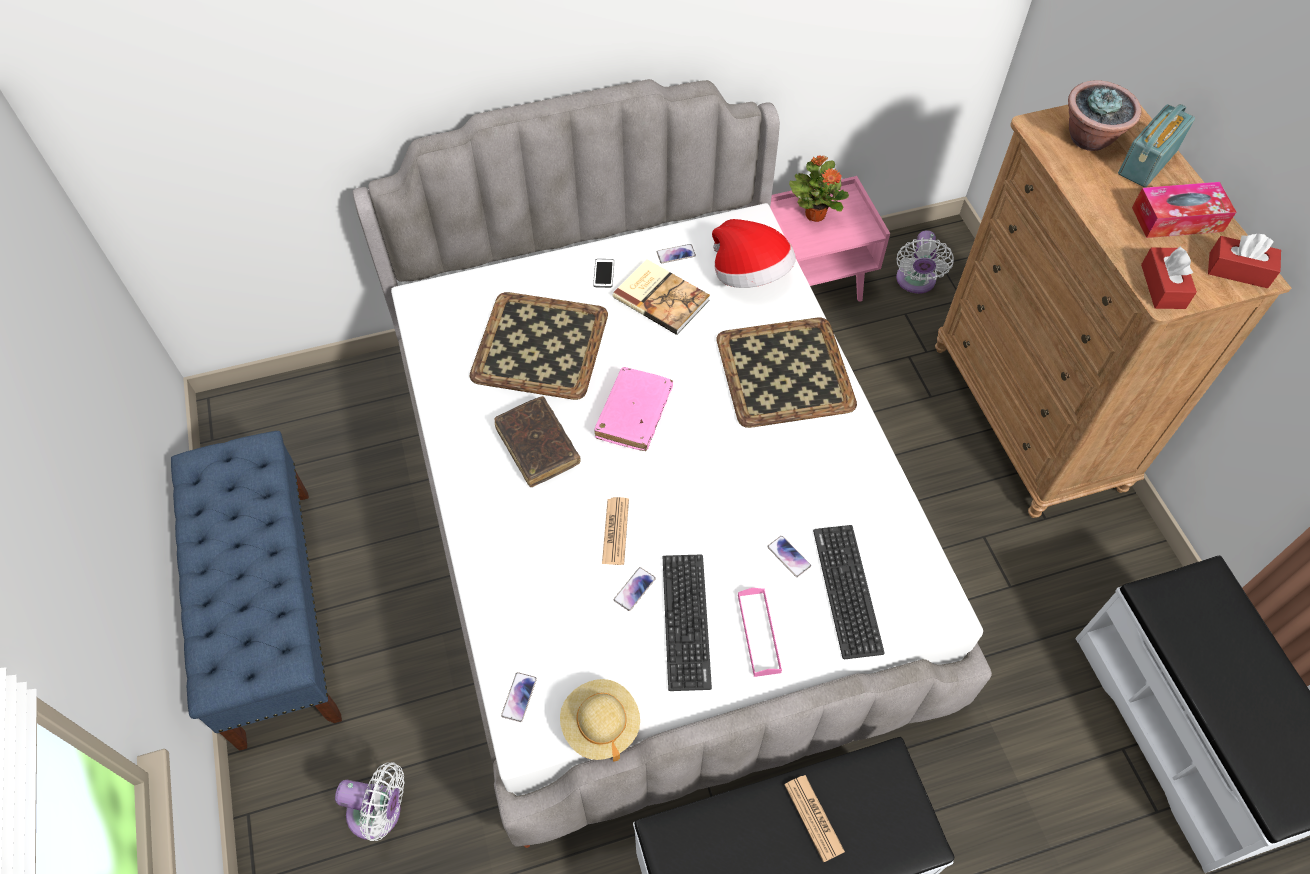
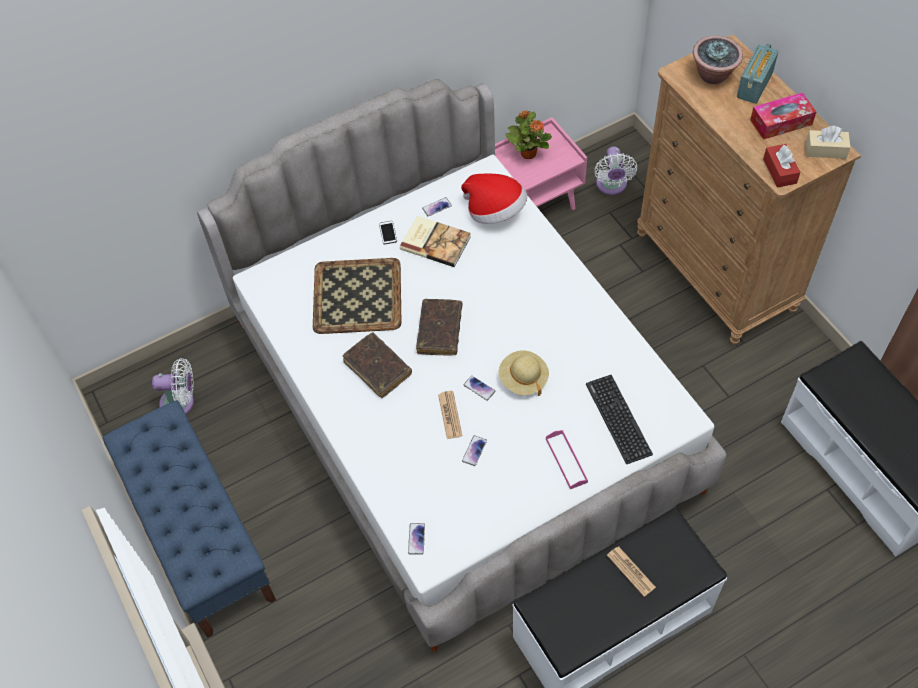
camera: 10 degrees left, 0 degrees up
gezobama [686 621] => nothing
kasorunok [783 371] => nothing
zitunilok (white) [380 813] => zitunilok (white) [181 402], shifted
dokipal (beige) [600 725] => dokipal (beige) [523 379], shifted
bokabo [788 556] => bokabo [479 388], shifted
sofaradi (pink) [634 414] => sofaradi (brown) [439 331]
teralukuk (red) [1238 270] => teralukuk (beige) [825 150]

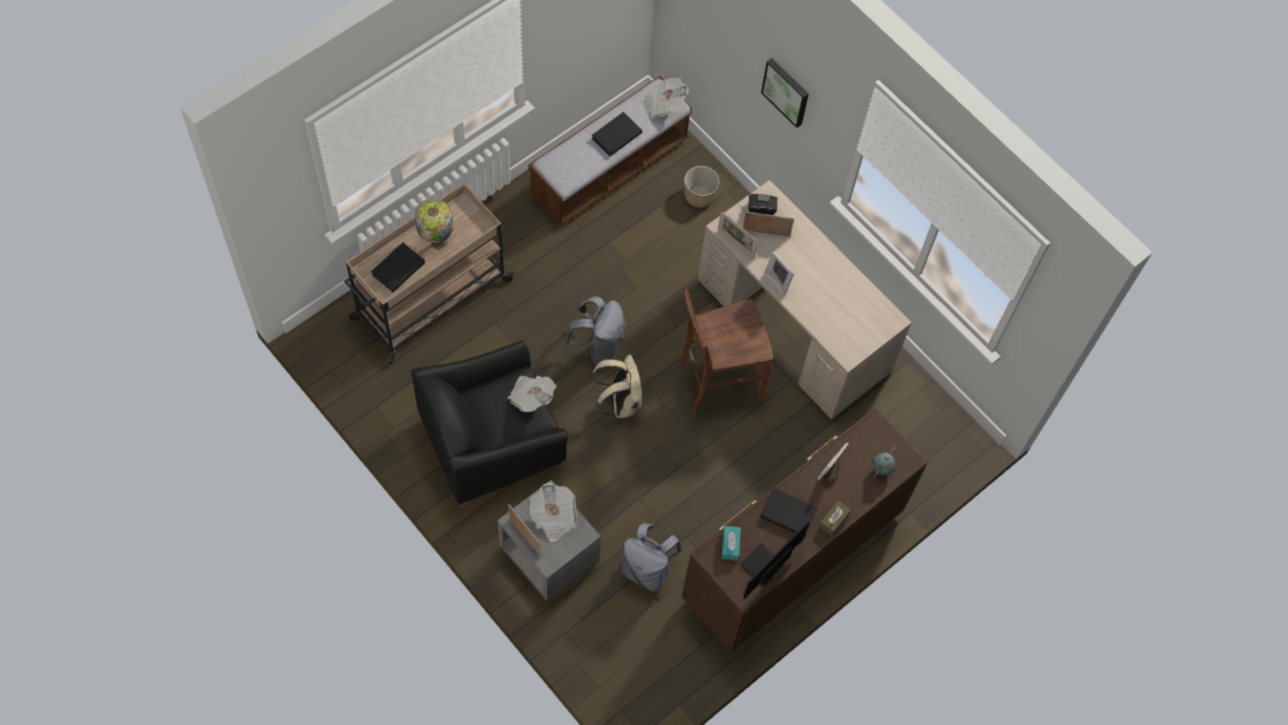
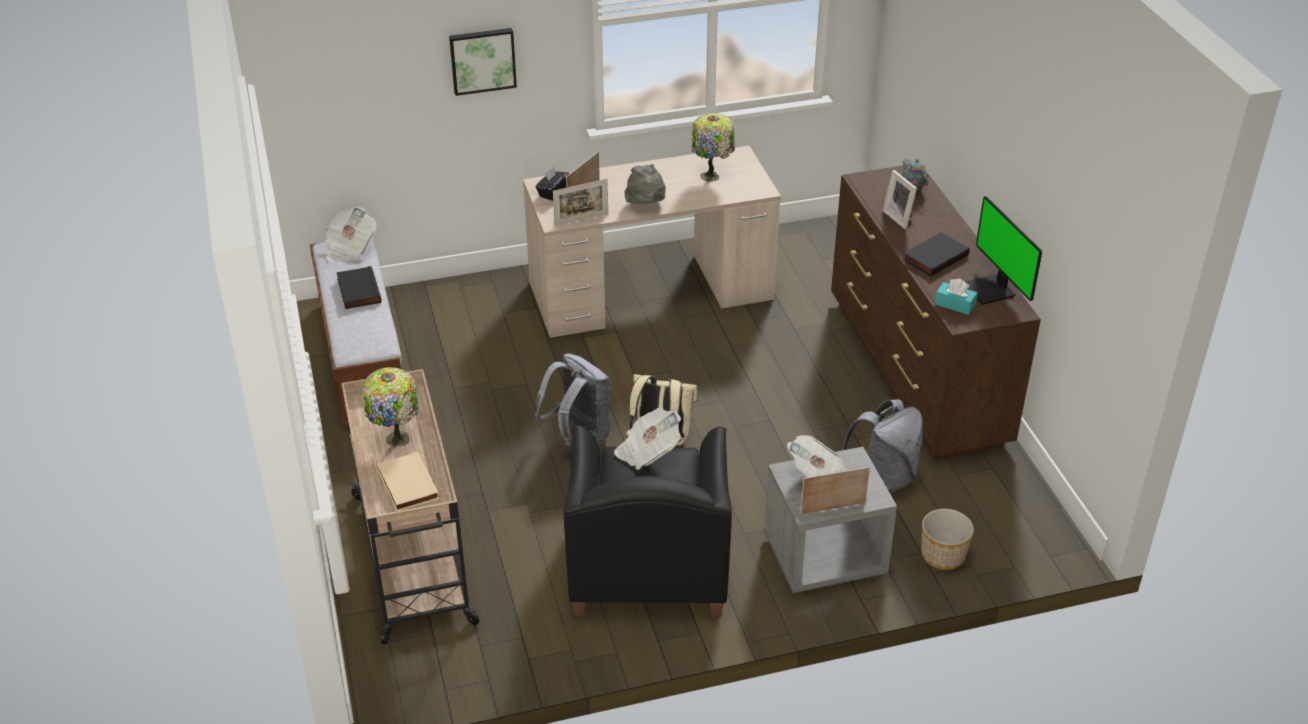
camera: 60 degrees left, 25 degrees down
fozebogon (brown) [717 379] => nothing
teralukuk (brown) [833 520] => nothing
nothing => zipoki [711 177]
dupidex [700 195] => dupidex [942 555], shifted
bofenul [779 281] => dokipal (grey) [646 206]
sofaradi (black) [397 268] => sofaradi (beige) [406 485]

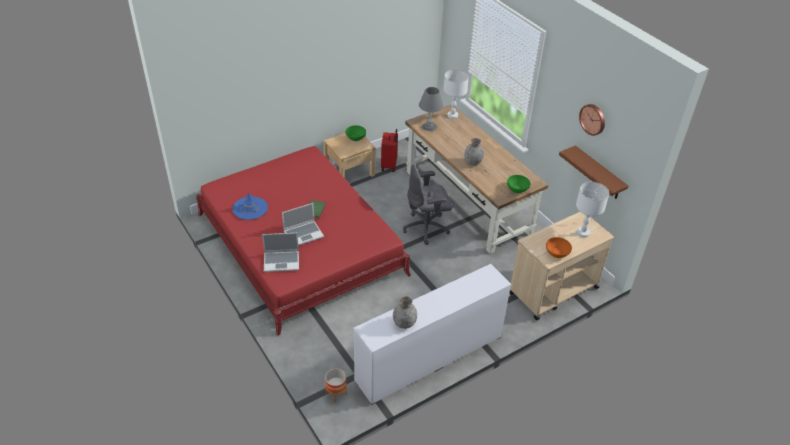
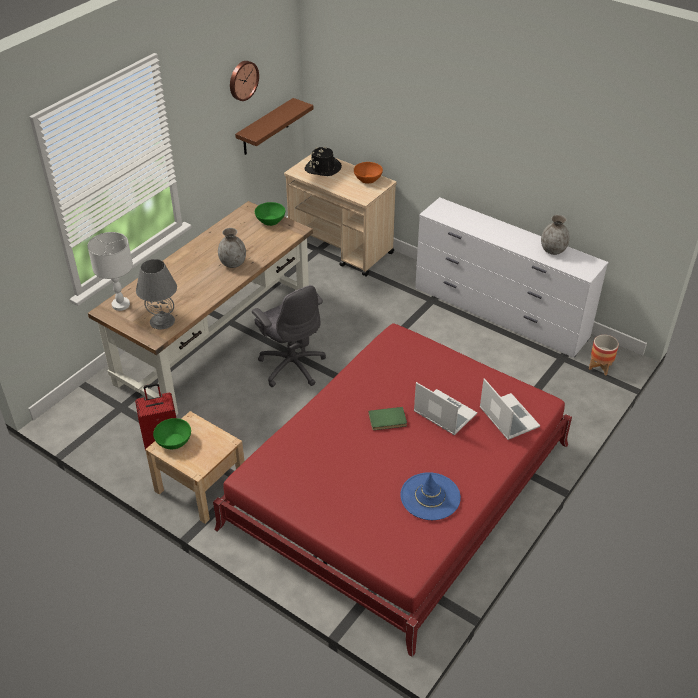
camera: 110 degrees left, 0 degrees up
zipoki (white) [582 232] => dokipal (black) [323 168]

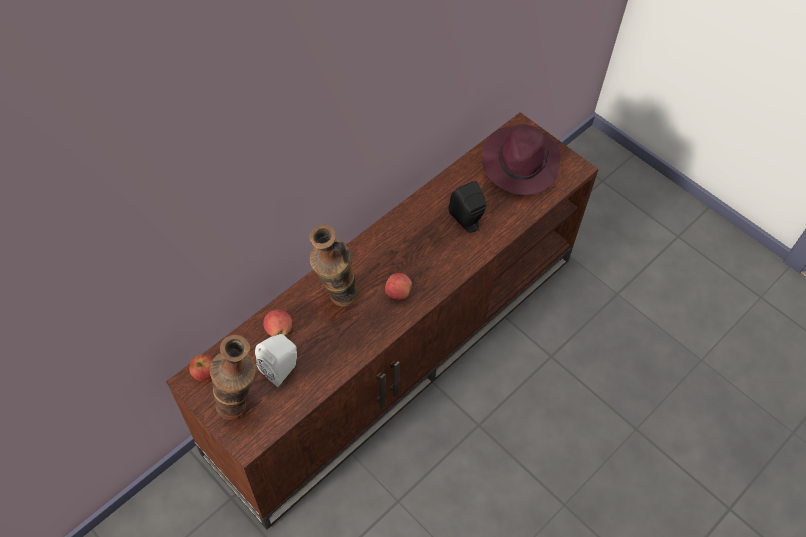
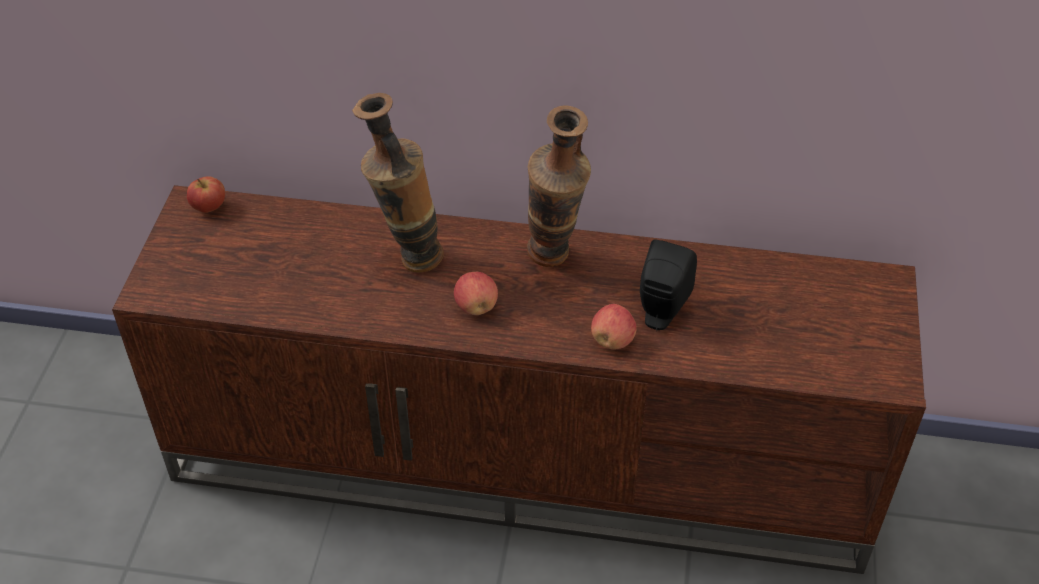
camera: 55 degrees right, 10 degrees down
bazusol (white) [282 369] => nothing
dokipal (purple) [520 163] => nothing
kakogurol [241 409] => kakogurol [553 263], shifted
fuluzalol [279 329] => fuluzalol [612 340], shifted

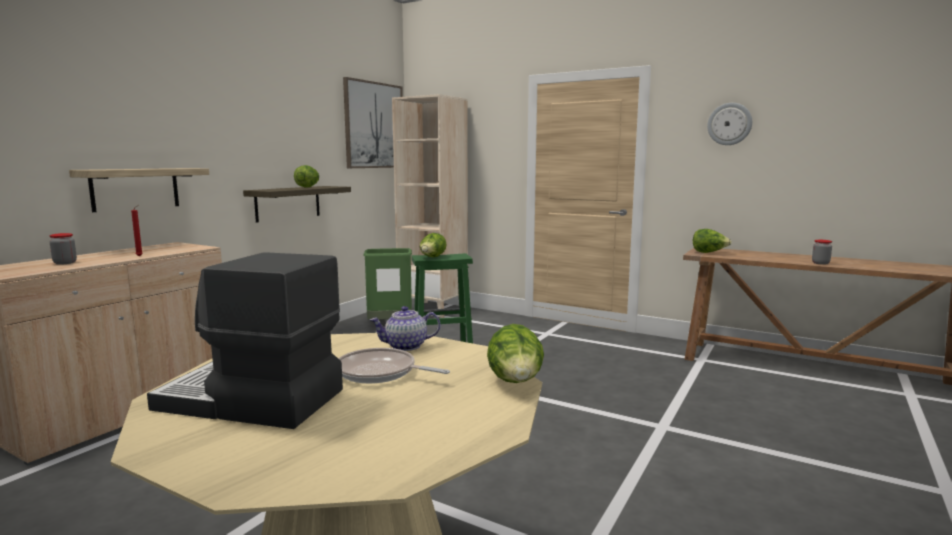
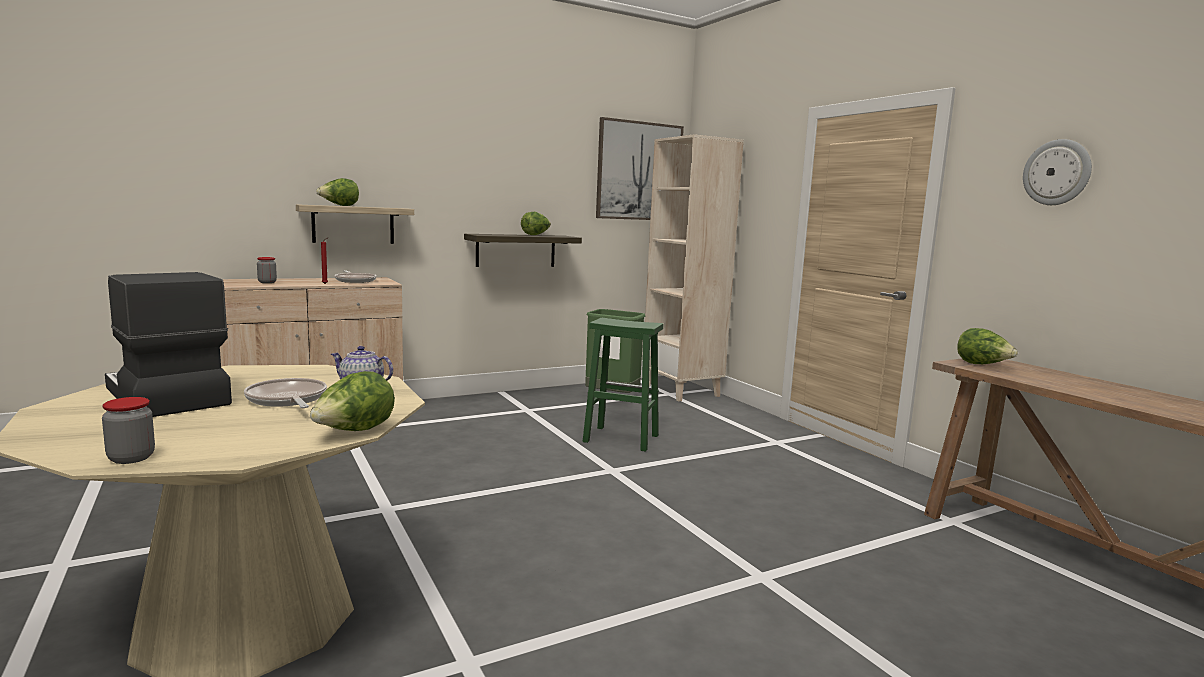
camera: 30 degrees right, 0 degrees up
nothing => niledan [355 280]
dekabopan [432 257] => dekabopan [339 205], shifted
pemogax [820 263] => pemogax [131 458], shifted

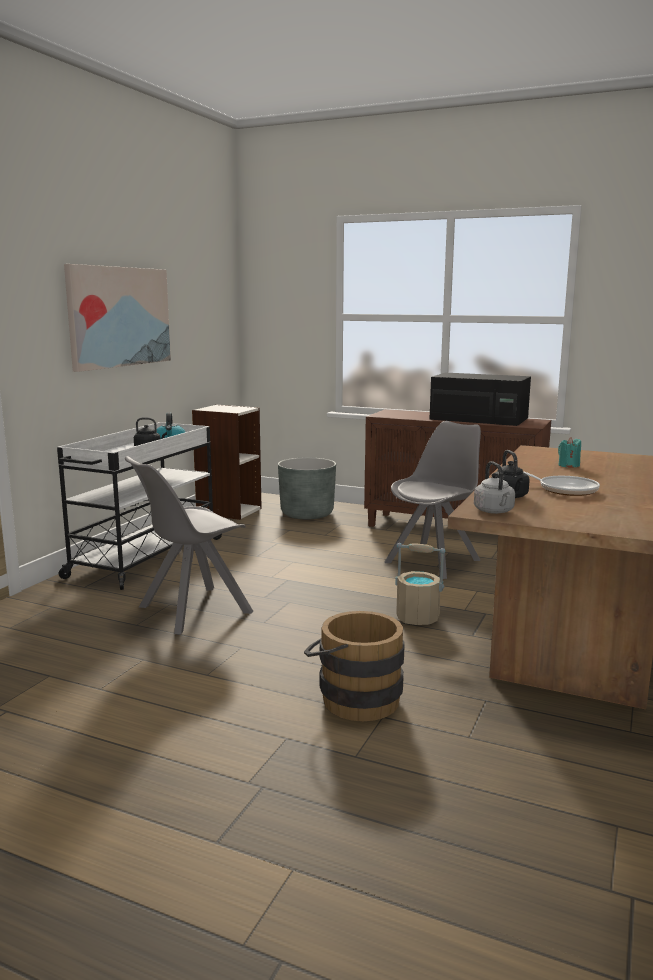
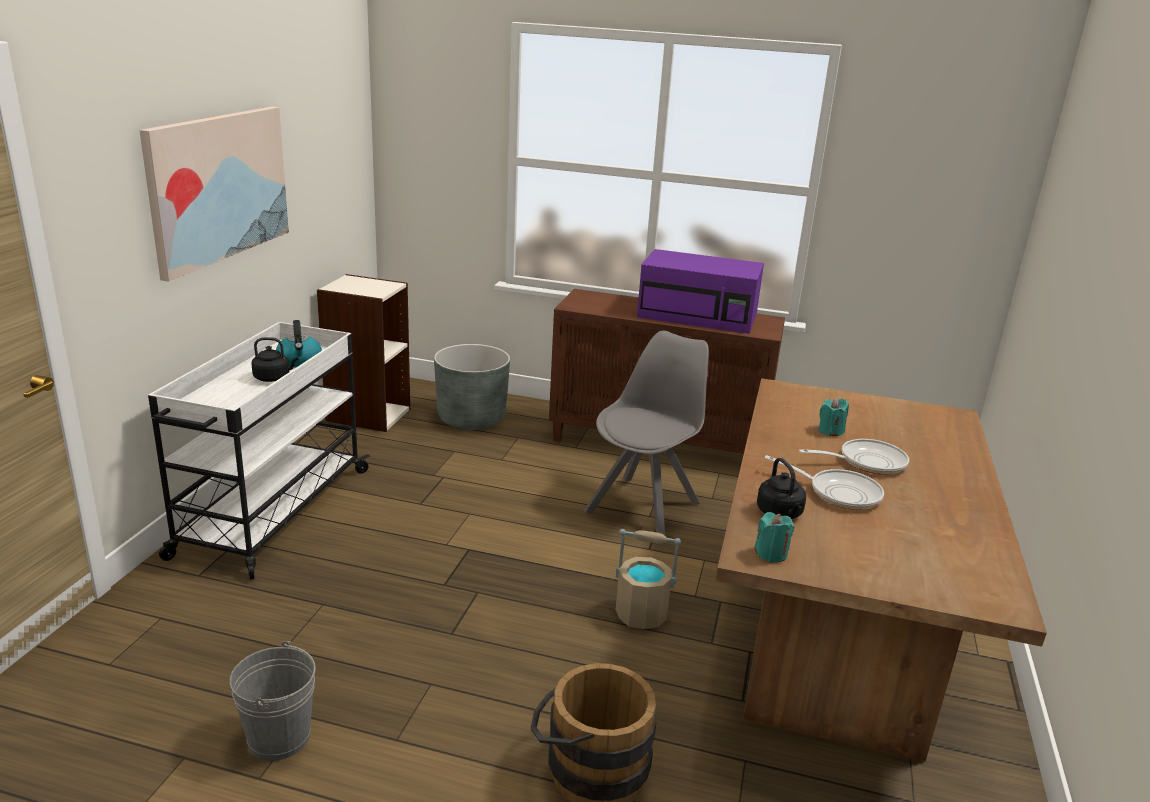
camera: 10 degrees left, 10 degrees up
fozebogon (grey) [192 611] => nothing
nothing => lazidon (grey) [279 738]
nothing => niledan [866 462]
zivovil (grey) [494 511] => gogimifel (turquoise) [771 553]
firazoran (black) [480 419] => firazoran (purple) [699 315]

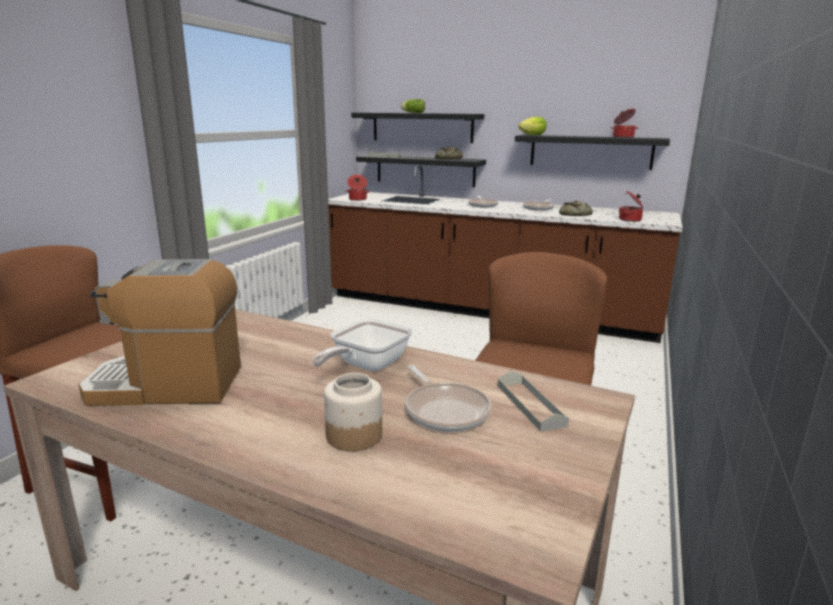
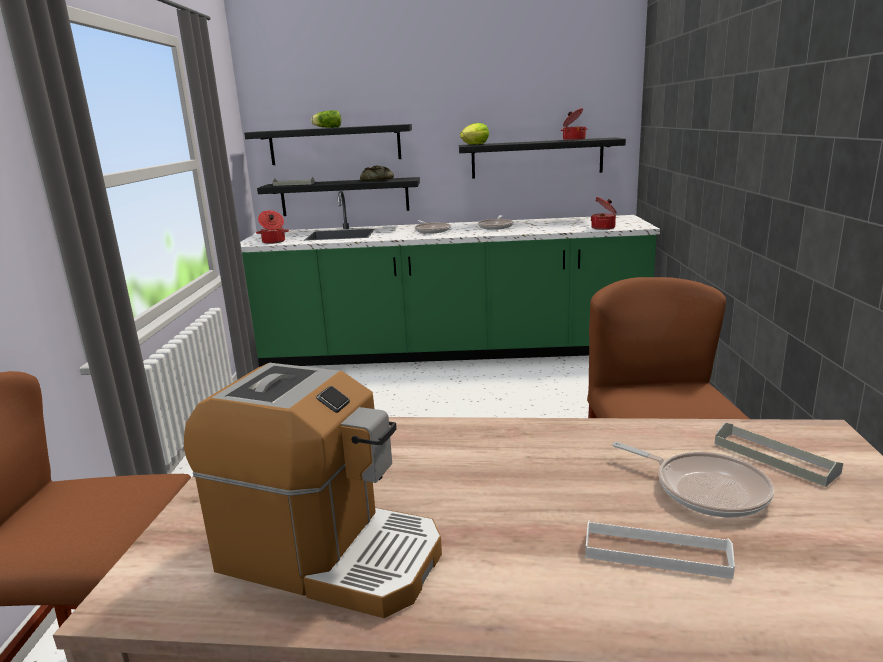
camera: 20 degrees left, 0 degrees up
niledan [366 366] => nothing
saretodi [574 214] => nothing
pemogax [353 435] => kasorunok (white) [656 554]
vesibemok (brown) [487 310] => vesibemok (green) [449 351]
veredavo [167 385] => veredavo [329 555], 135 degrees counterclockwise

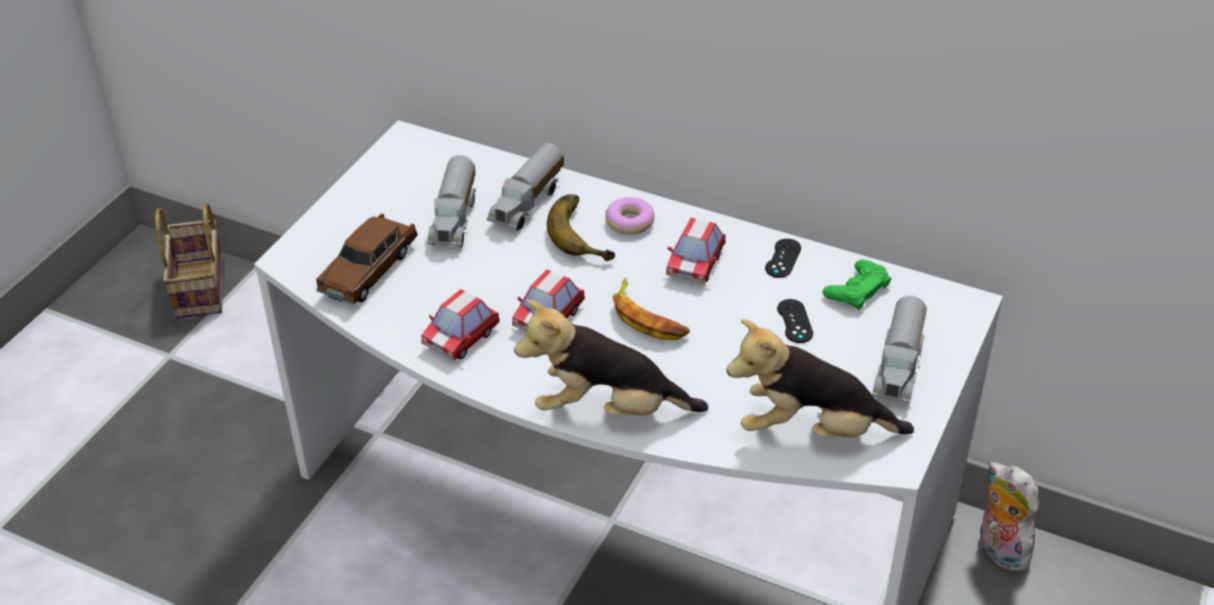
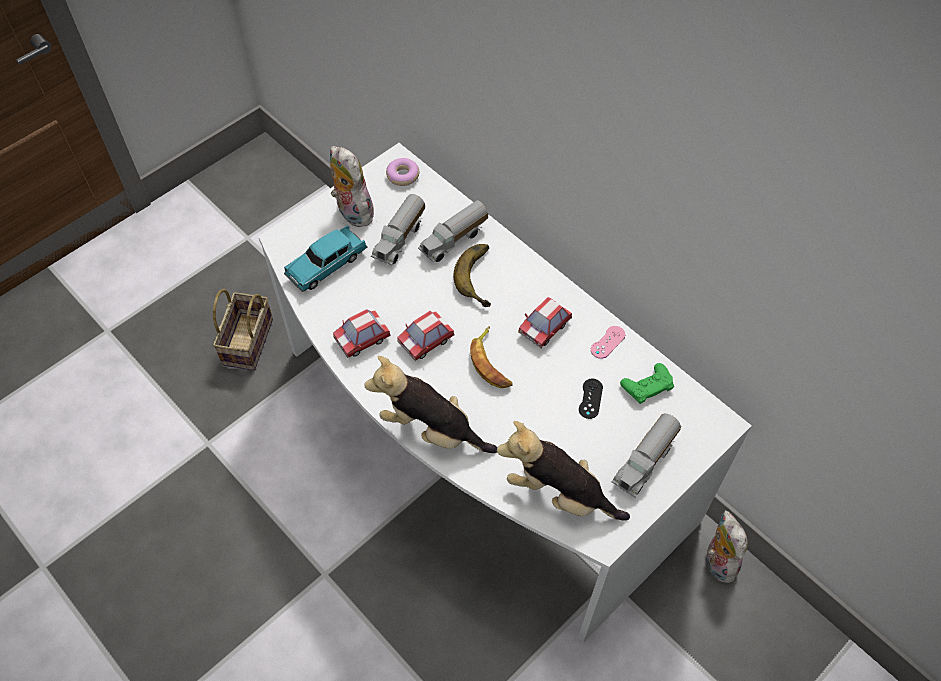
camera: 20 degrees right, 15 degrees up
nothing => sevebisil [352 212]
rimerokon [201 289] => rimerokon [249 343], shifted
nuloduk [629 222] => nuloduk [402 175], shifted
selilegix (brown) [369 271] => selilegix (turquoise) [327 265]
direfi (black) [783 258] => direfi (pink) [607 342]

